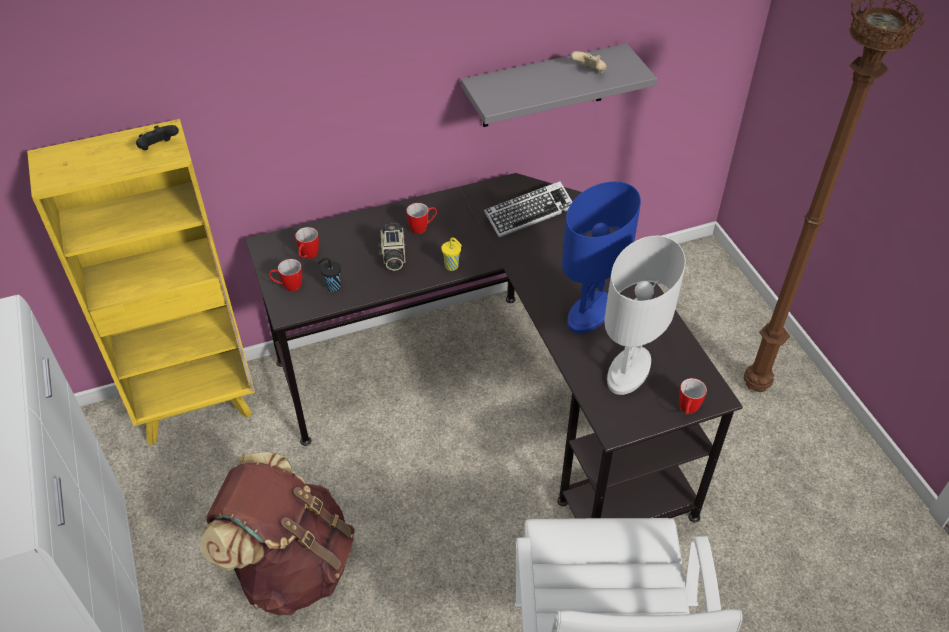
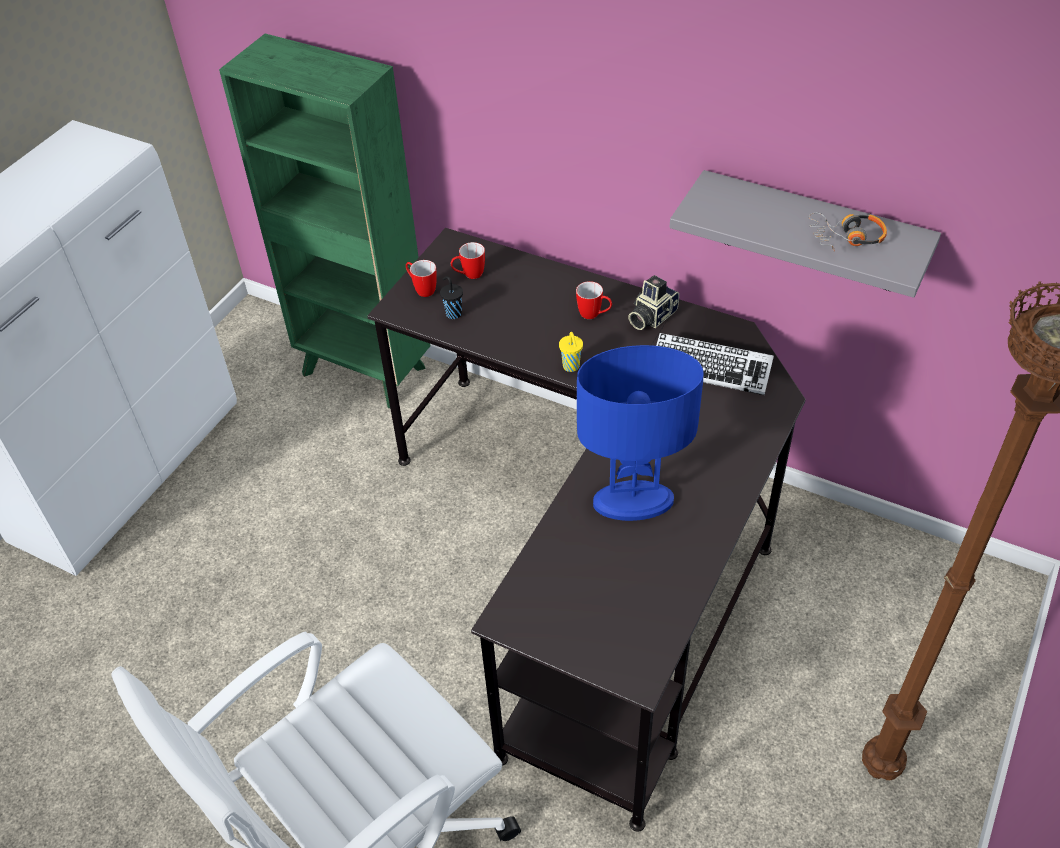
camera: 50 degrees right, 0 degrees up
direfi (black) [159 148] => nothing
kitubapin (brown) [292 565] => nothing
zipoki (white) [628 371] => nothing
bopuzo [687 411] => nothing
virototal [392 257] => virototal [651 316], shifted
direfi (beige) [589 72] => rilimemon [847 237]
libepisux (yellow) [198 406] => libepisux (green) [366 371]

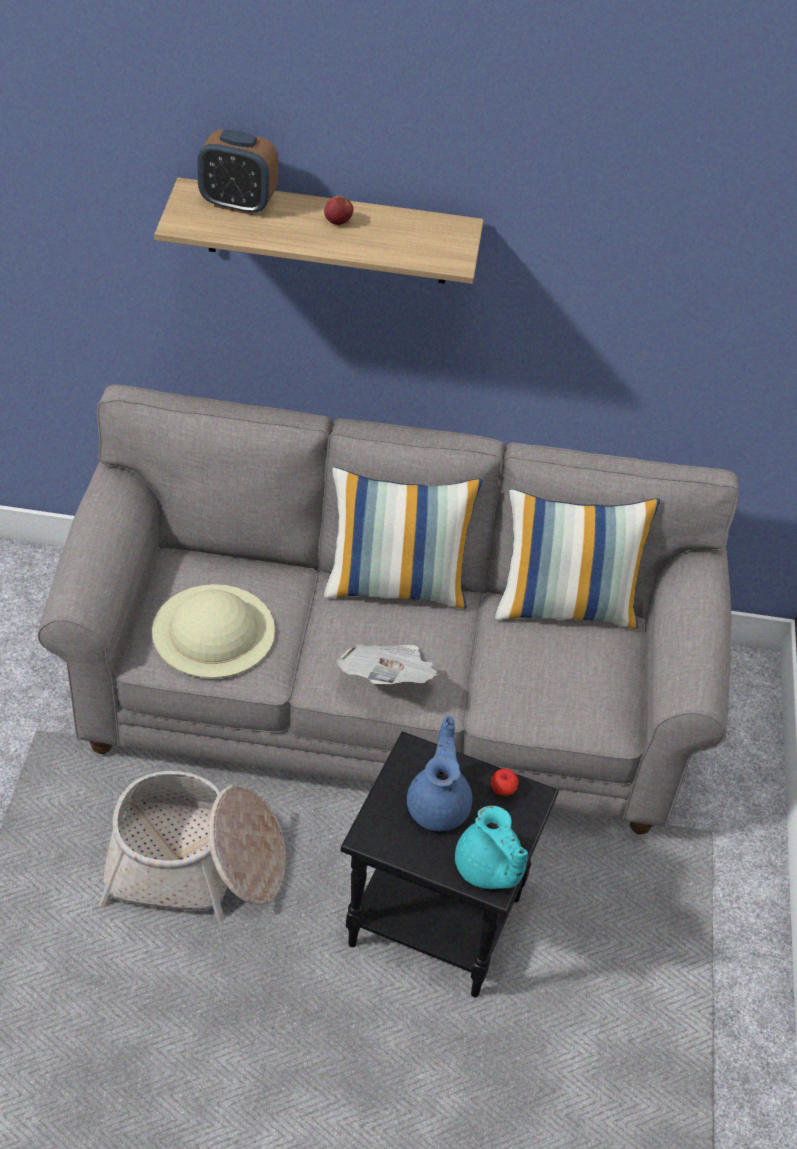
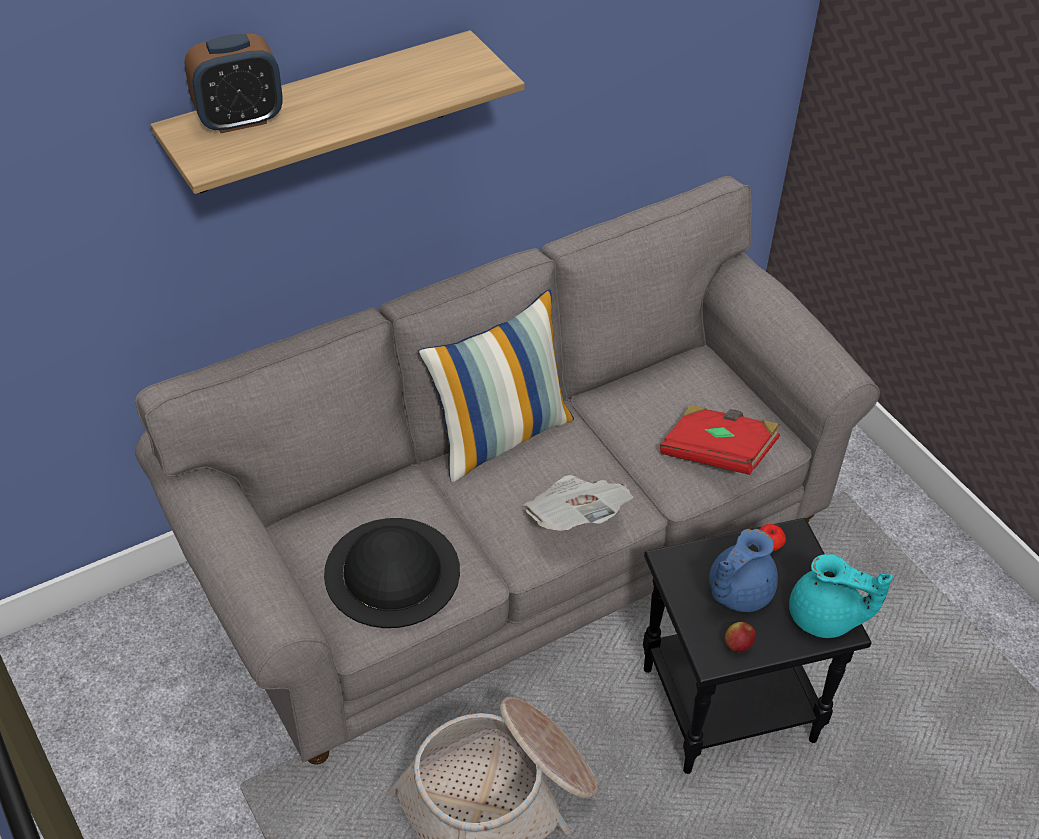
camera: 35 degrees left, 0 degrees up
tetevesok [566 606] => nothing
nothing => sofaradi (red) [717 453]
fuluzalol [338 222] => fuluzalol [738 645], shifted
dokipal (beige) [213 630] => dokipal (black) [392 571]
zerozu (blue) [439 805] => zerozu (blue) [737 592], 105 degrees counterclockwise

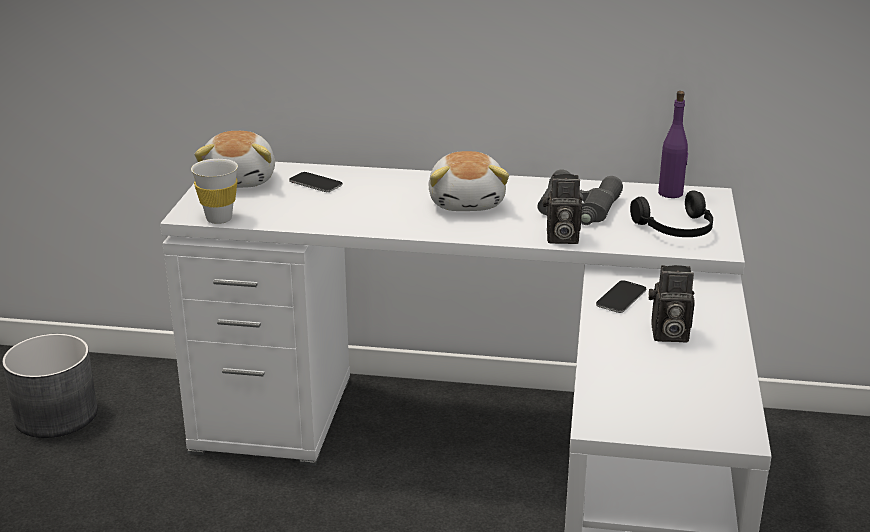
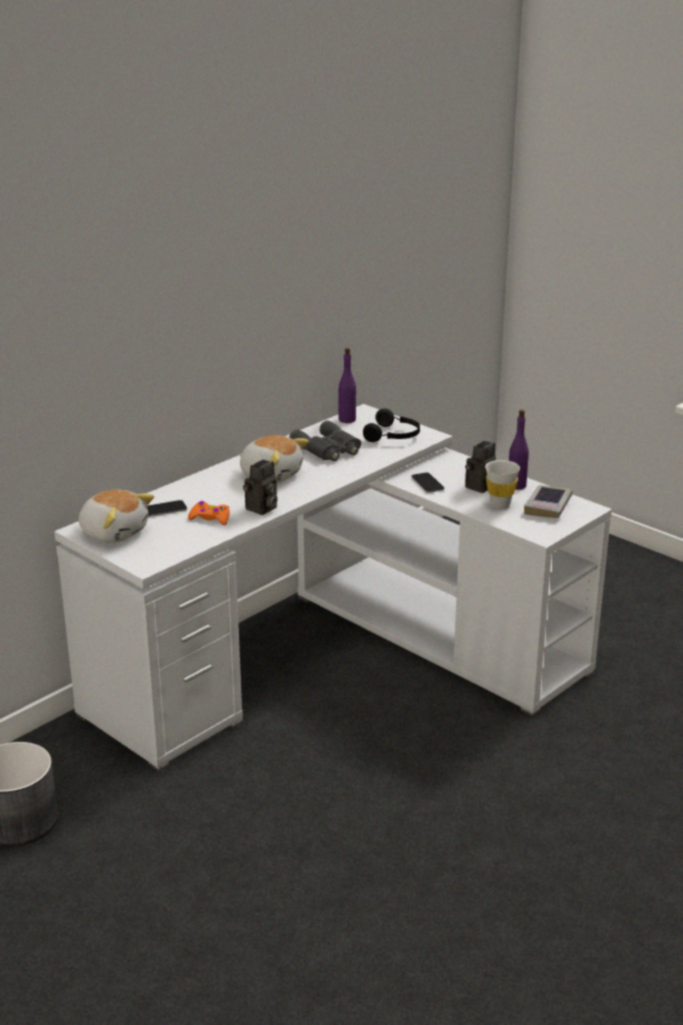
camera: 55 degrees left, 0 degrees up
nothing => direfi (orange) [210 518]
nothing => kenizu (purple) [516 485]
nothing => sofaradi [548 506]
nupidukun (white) [219 219] => nupidukun (white) [500 505], shifted
virototal [560 238] => virototal [261 509], shifted

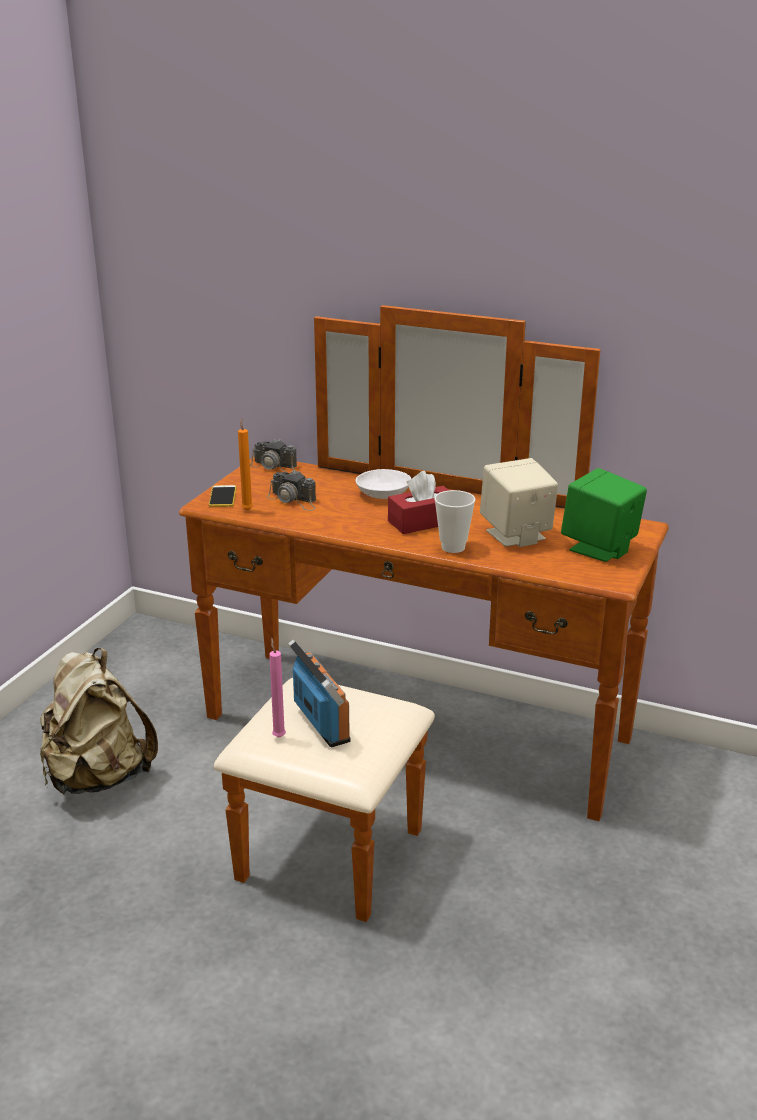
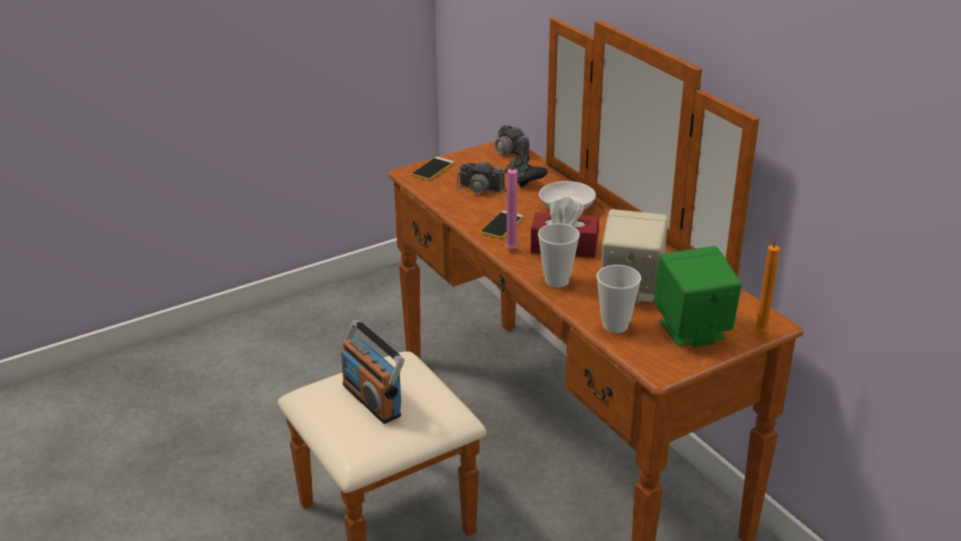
camera: 35 degrees right, 5 degrees up
kitubapin (beige) [98 777] => nothing
nothing => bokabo [502 225]
nothing => direfi (black) [524 180]
nothing => nupidukun [615 325]
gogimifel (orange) [247 509] => gogimifel (orange) [761 332], shifted
gogimifel (pink) [278 736] => gogimifel (pink) [512 249], shifted
virototal [293 500] => virototal [483 190], 45 degrees counterclockwise
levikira [321 723] => levikira [372 399], 135 degrees clockwise

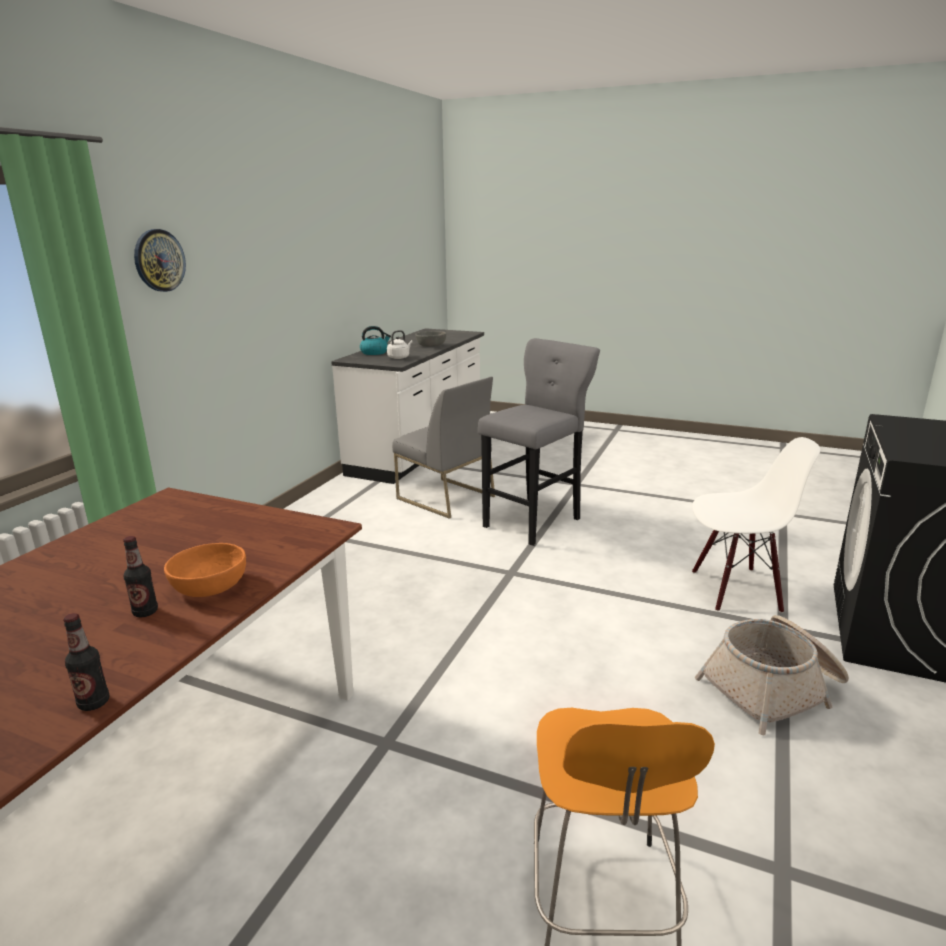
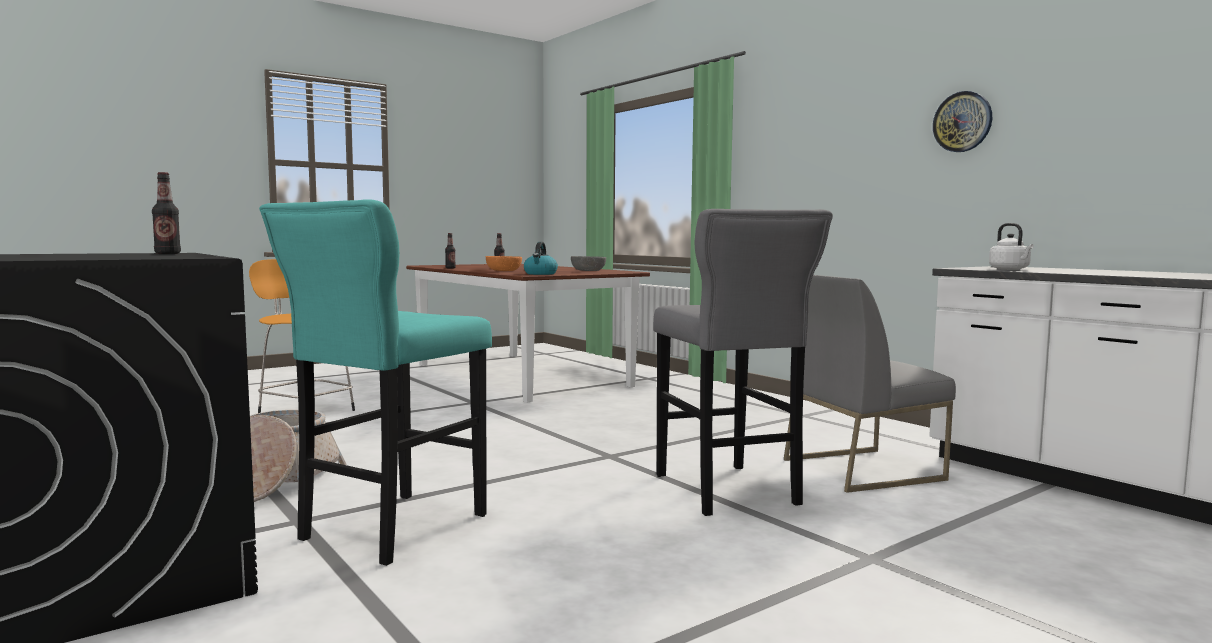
camera: 120 degrees right, 15 degrees down
nothing => kenizu [167 254]
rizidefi [159 260] => rizidefi [962 122], shifted
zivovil [374 352] => zivovil [540 274], shifted
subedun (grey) [431 345] => subedun (grey) [588 270], shifted
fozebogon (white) [736 590] => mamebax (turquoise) [388 530]

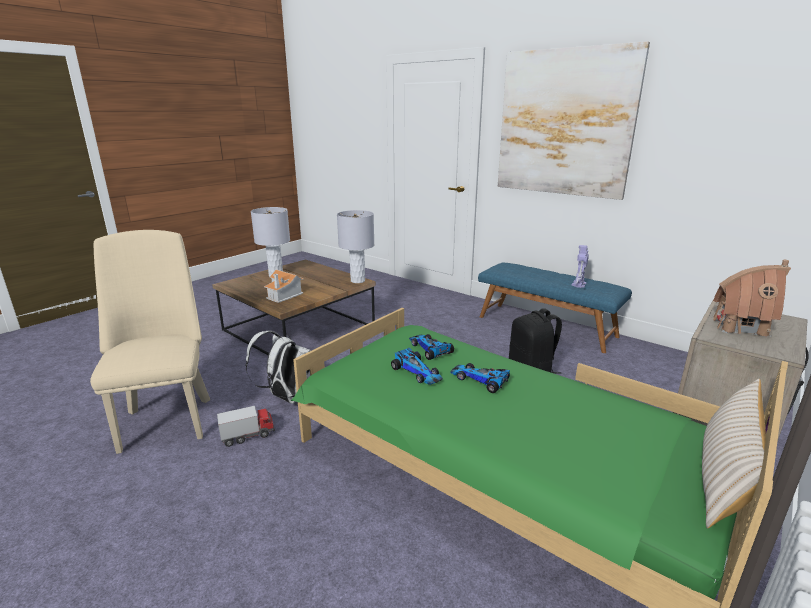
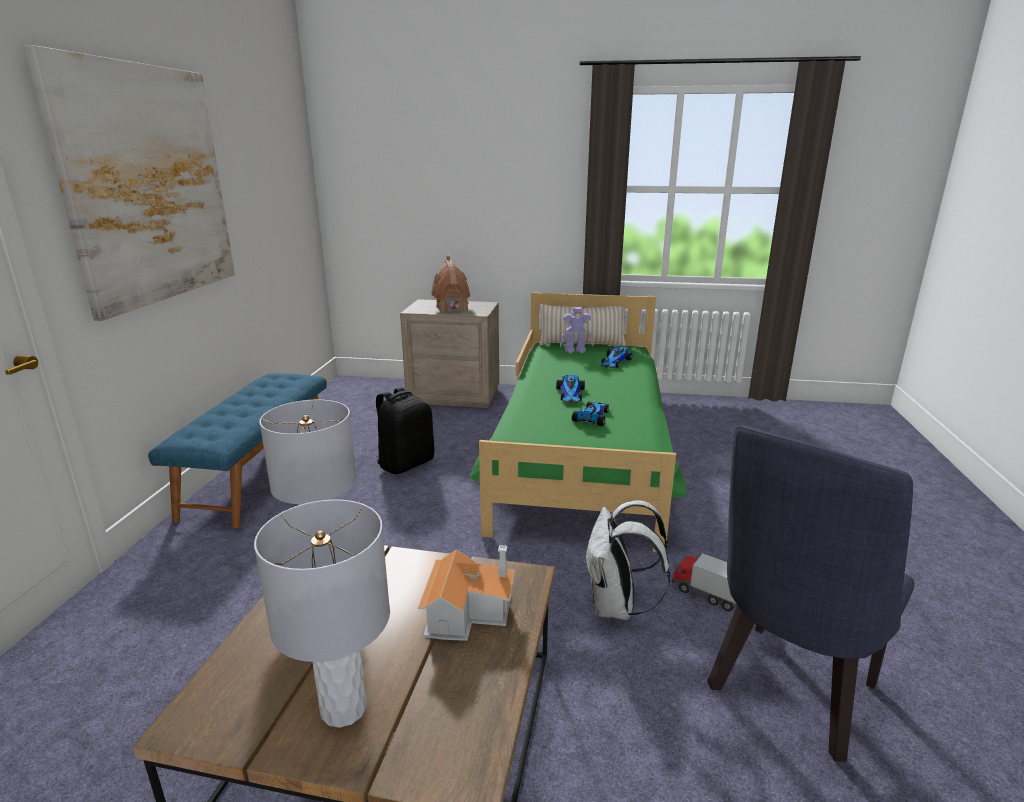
camera: 120 degrees left, 0 degrees up
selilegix [429 349] => selilegix [614 362], shifted
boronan [578 284] => boronan [575 350], shifted
fozebogon (beige) [167 419] => fozebogon (blue) [787 695]

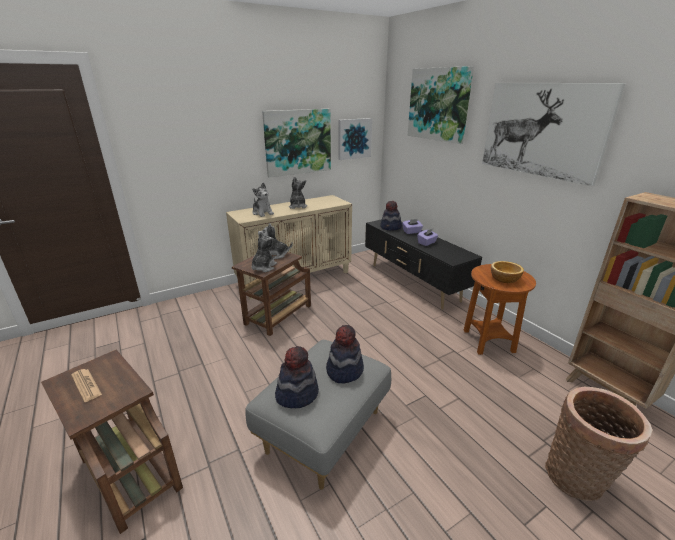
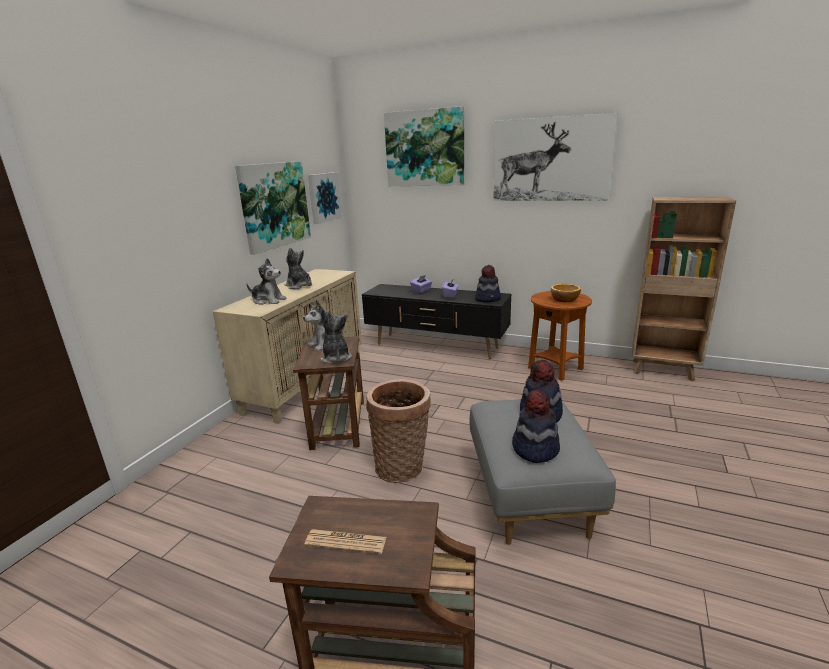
camera: 35 degrees left, 5 degrees down
dokipal [391 227] => dokipal [488 299], shifted
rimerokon [578 478] => rimerokon [402 467], shifted

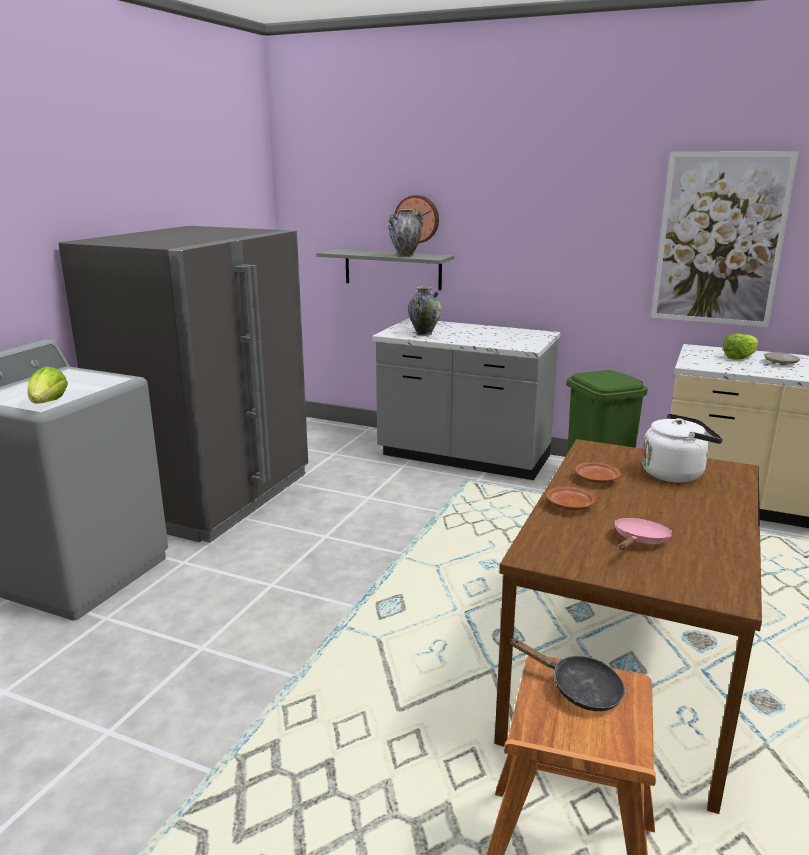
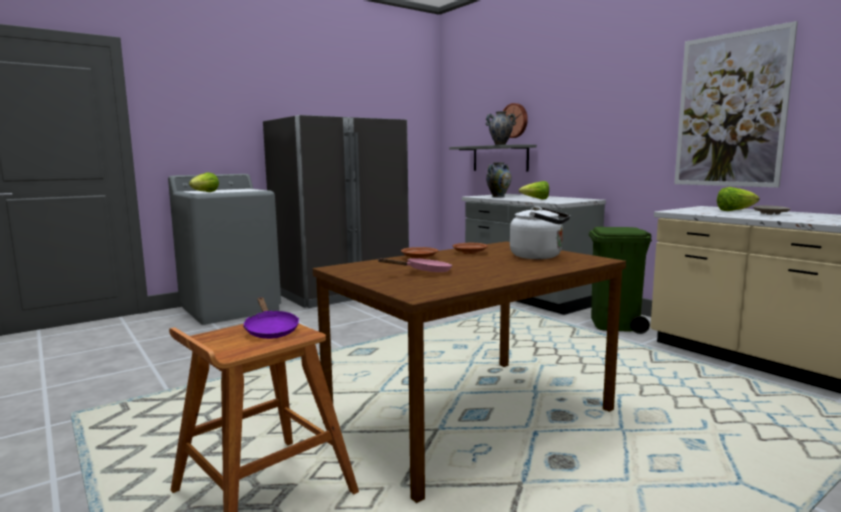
camera: 30 degrees right, 10 degrees down
nothing => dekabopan [536 199]
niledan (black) [578 689] => niledan (purple) [270 330]

